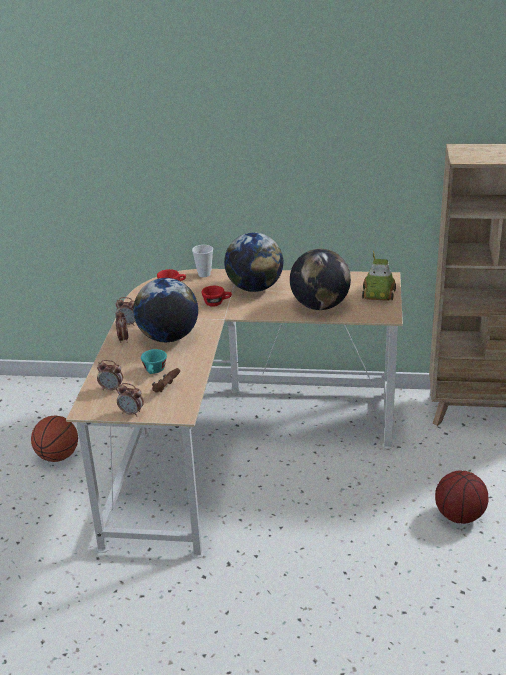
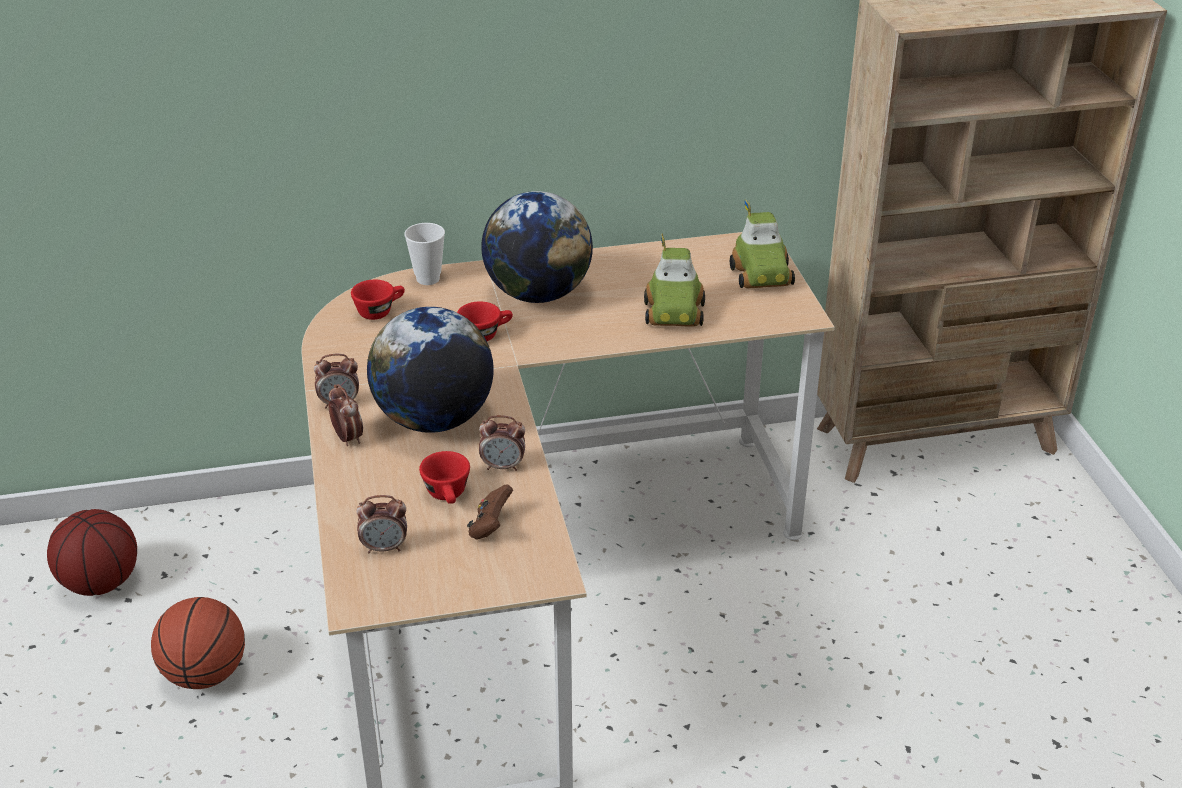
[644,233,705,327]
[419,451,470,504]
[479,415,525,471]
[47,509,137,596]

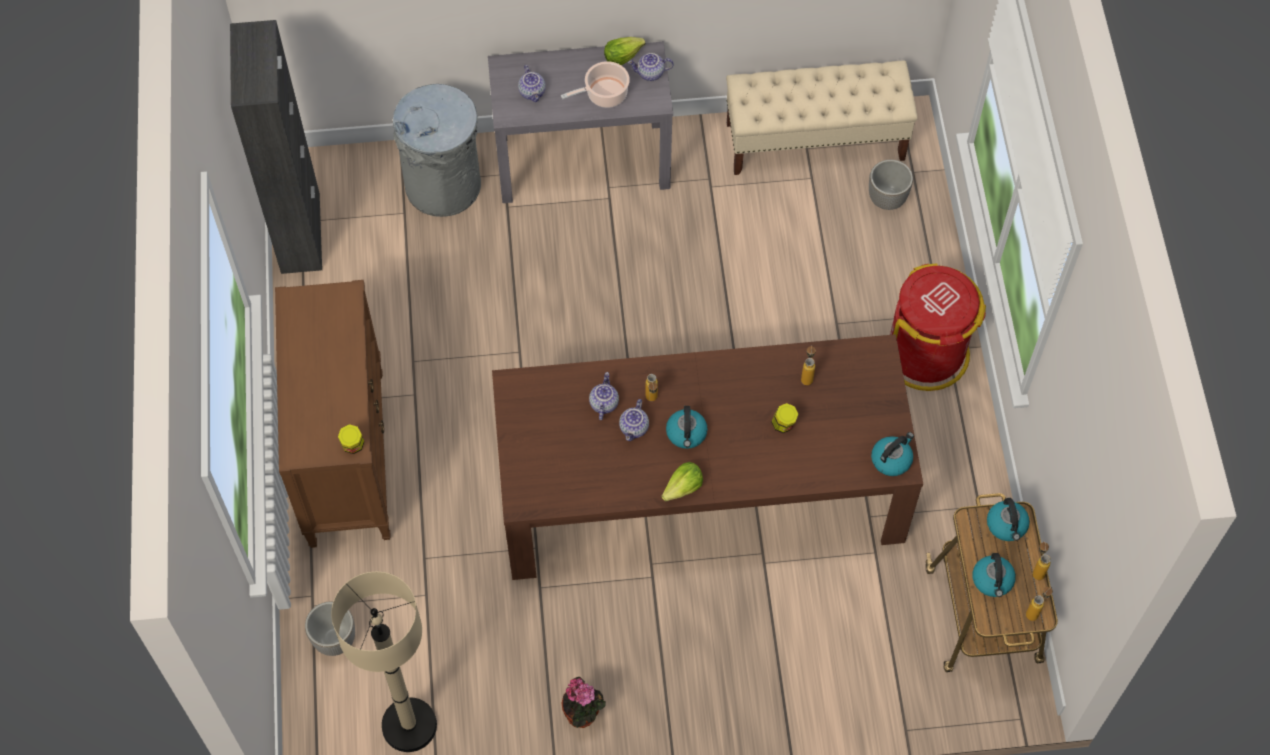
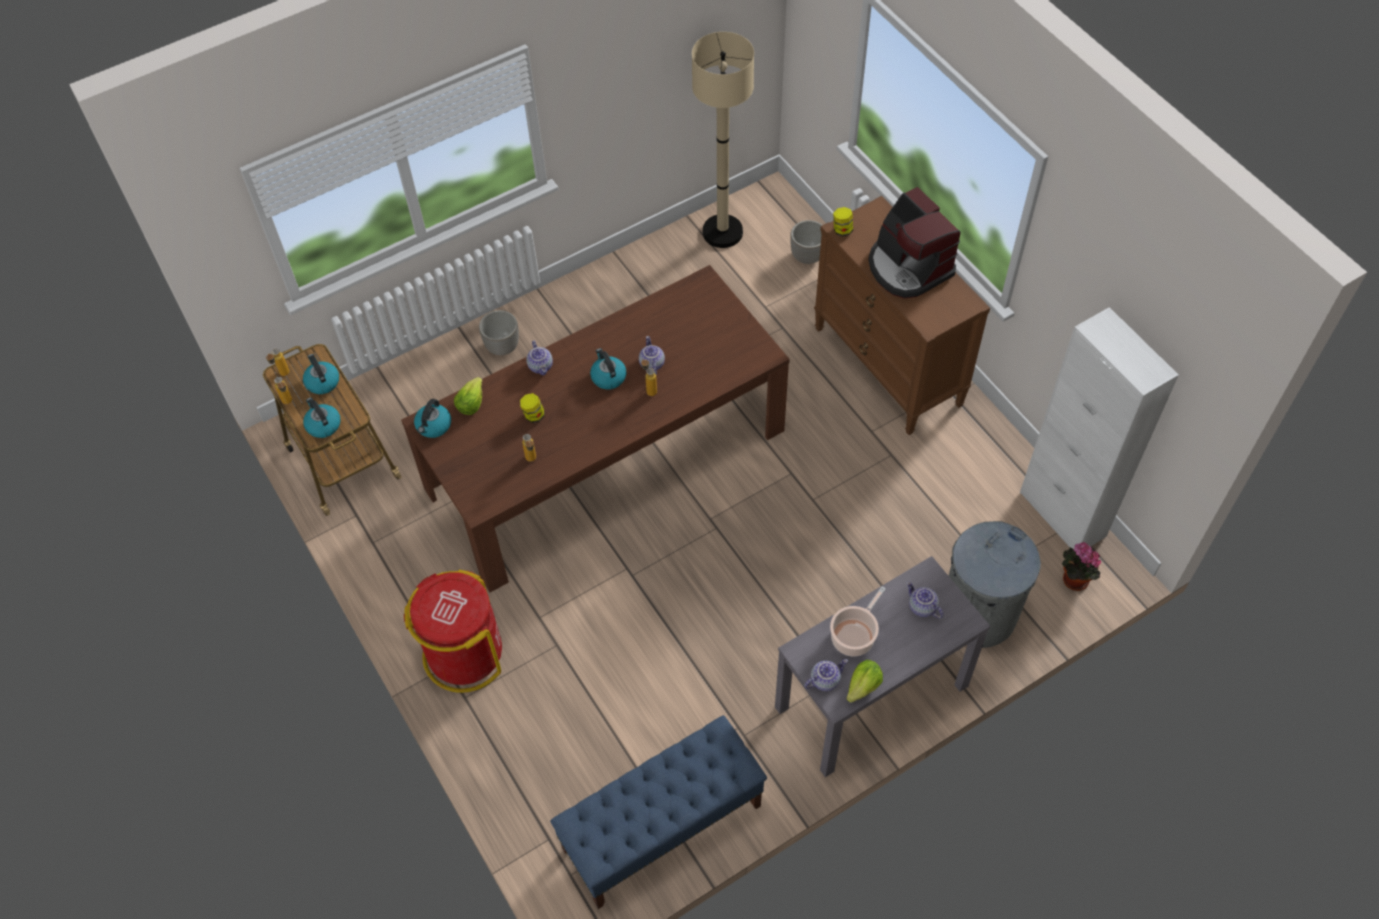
[1020,307,1179,549]
[550,715,767,909]
[479,310,519,355]
[526,341,553,375]
[454,377,482,415]
[1062,542,1101,591]
[868,187,961,298]

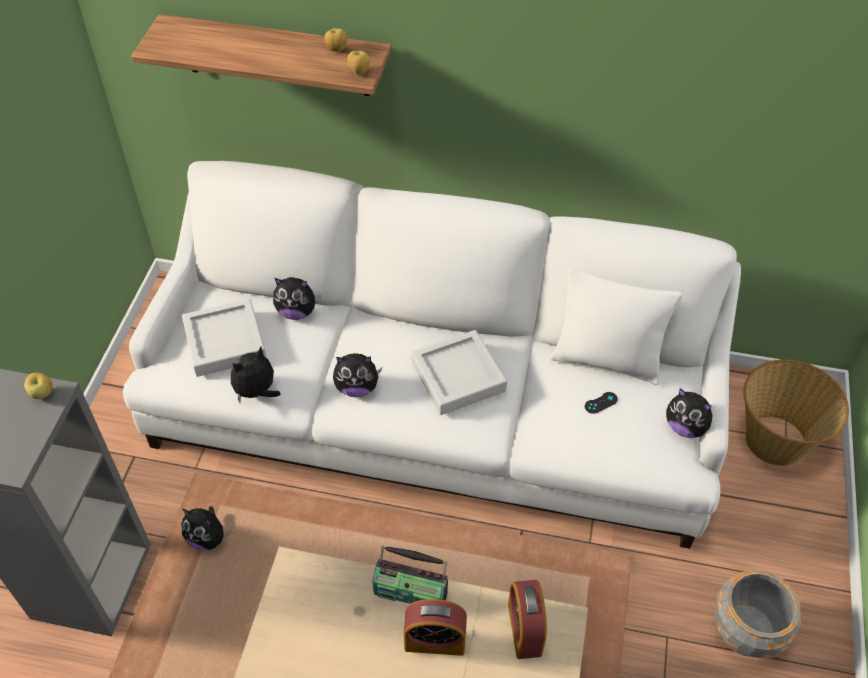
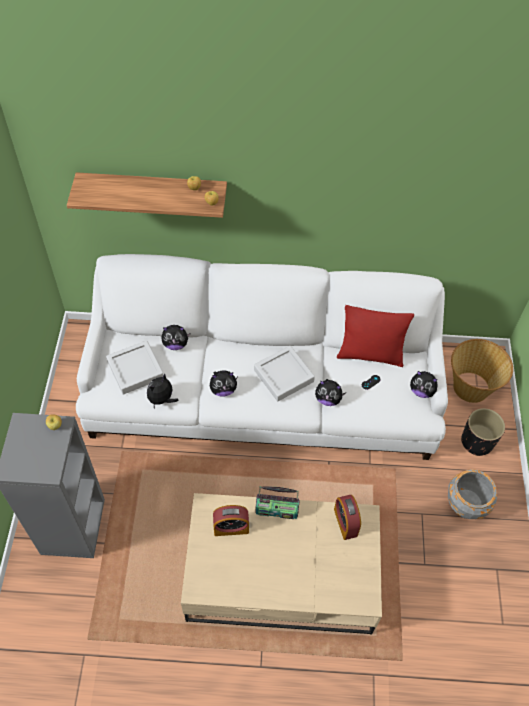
[337,305,414,367]
[315,379,346,406]
[213,505,249,536]
[461,408,505,456]

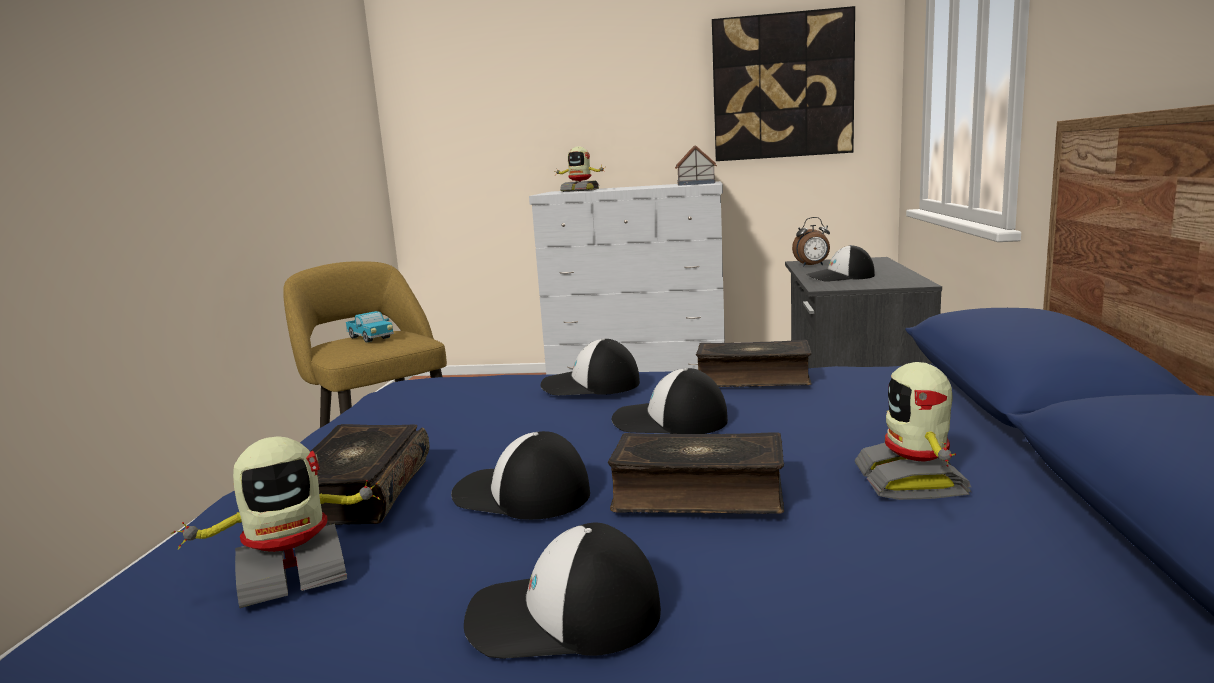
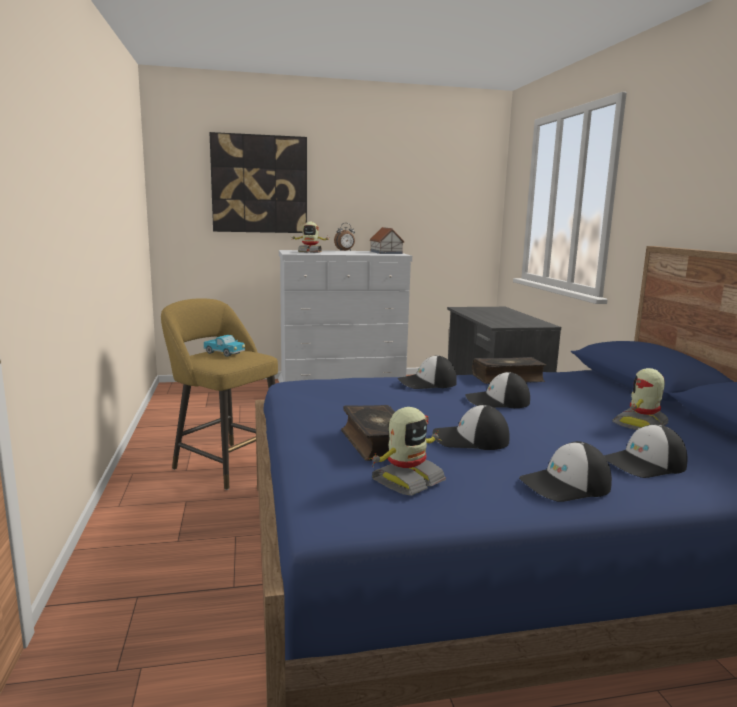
[209,132,307,233]
[334,223,355,251]
[604,424,688,478]
[612,368,668,430]
[608,432,784,514] (first image)

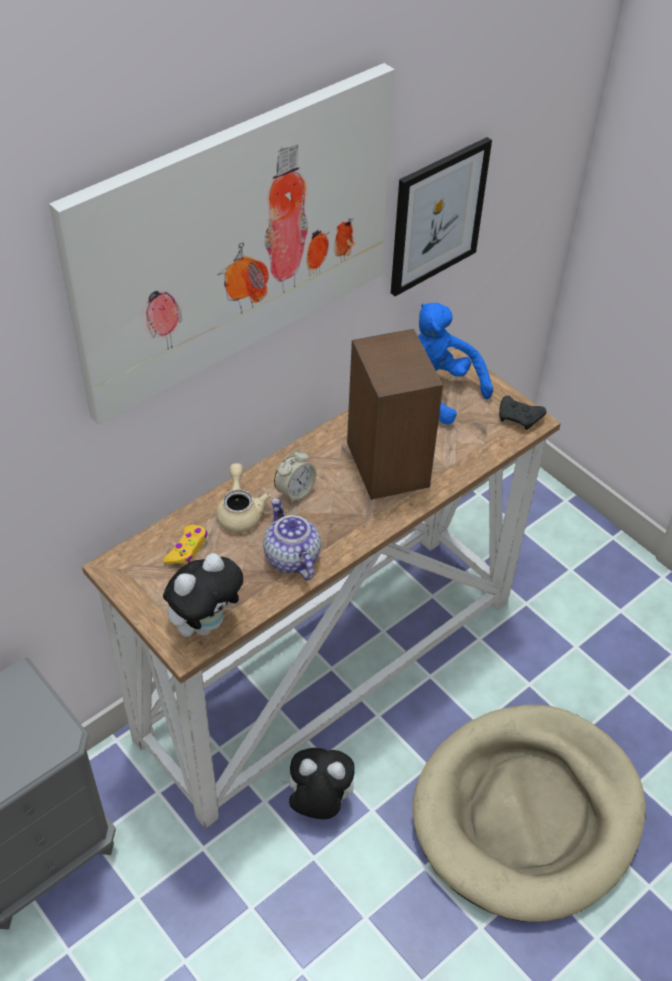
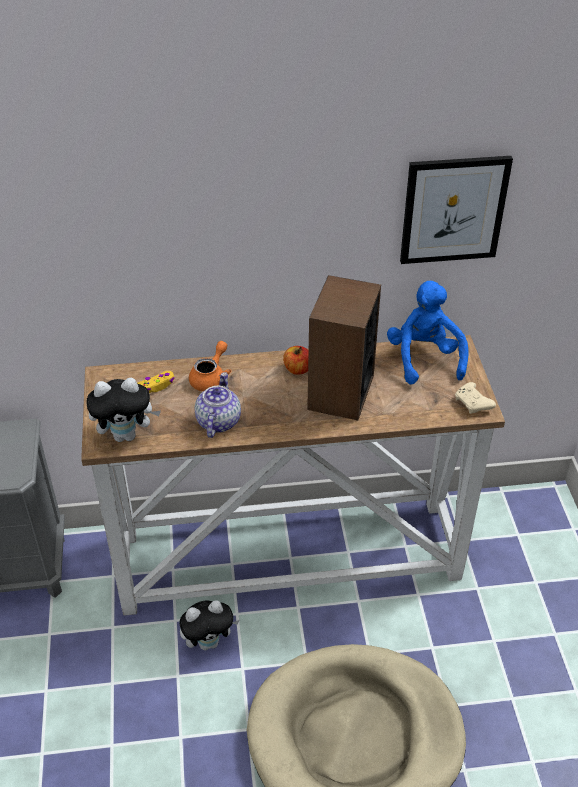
[49,63,395,425] (first image)
[455,382,496,414]
[274,449,316,503] (first image)
[189,341,231,391]
[179,600,239,650]
[283,346,309,375]

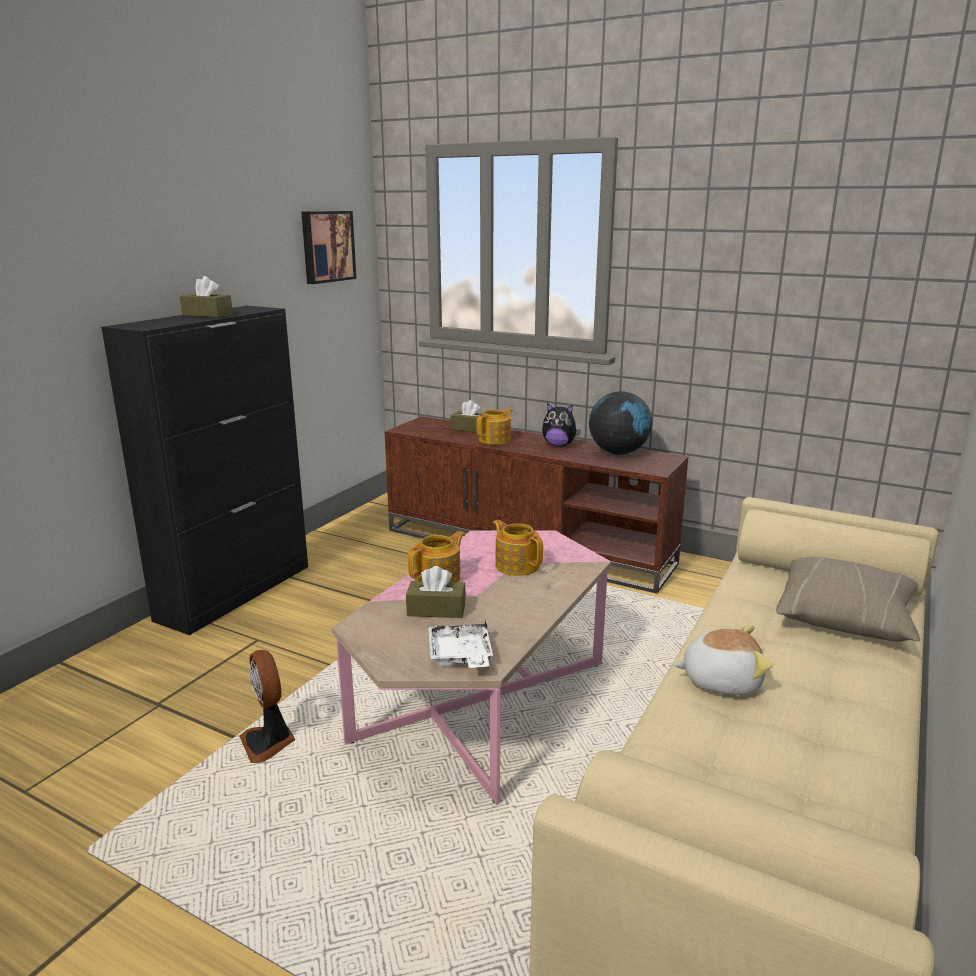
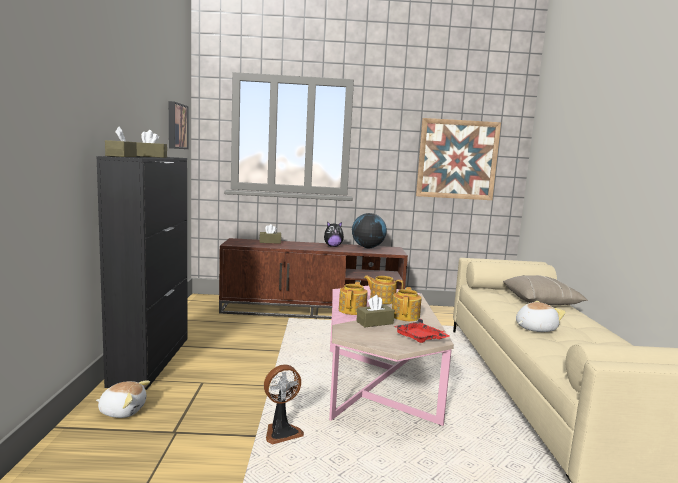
[392,287,422,321]
[394,318,449,343]
[264,364,304,444]
[416,118,501,200]
[105,126,137,157]
[96,381,150,418]

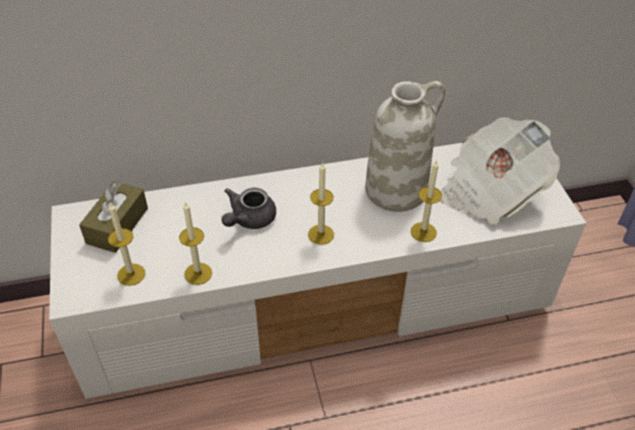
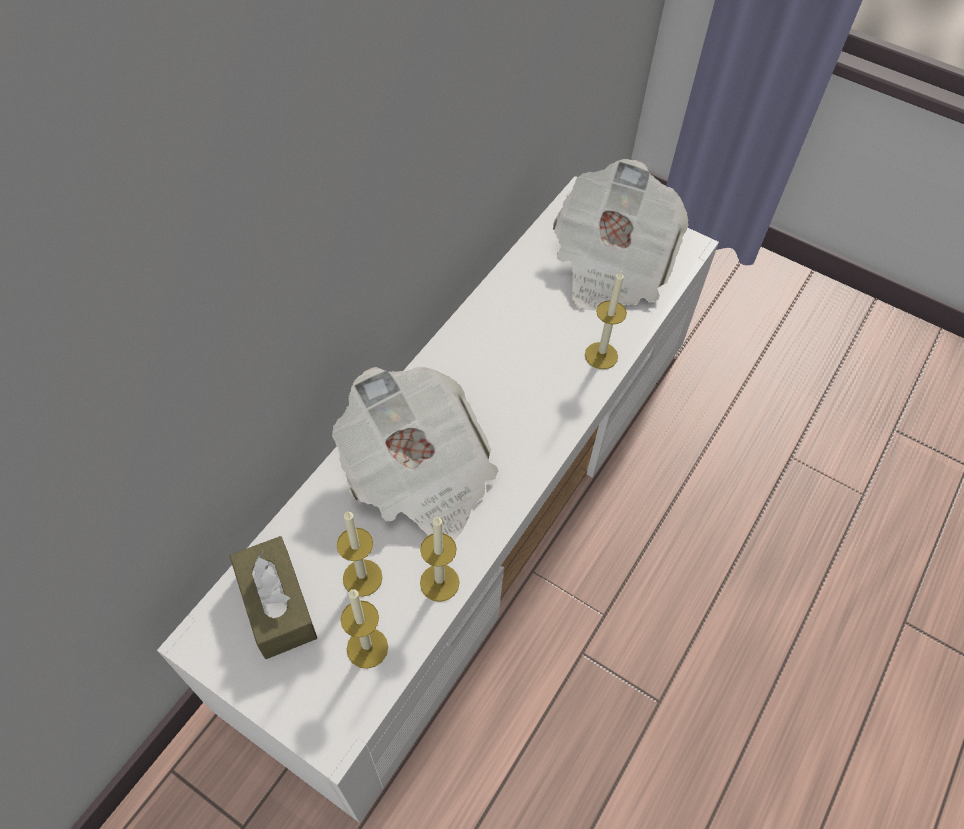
[365,81,445,212] (first image)
[337,511,383,597]
[332,366,498,541]

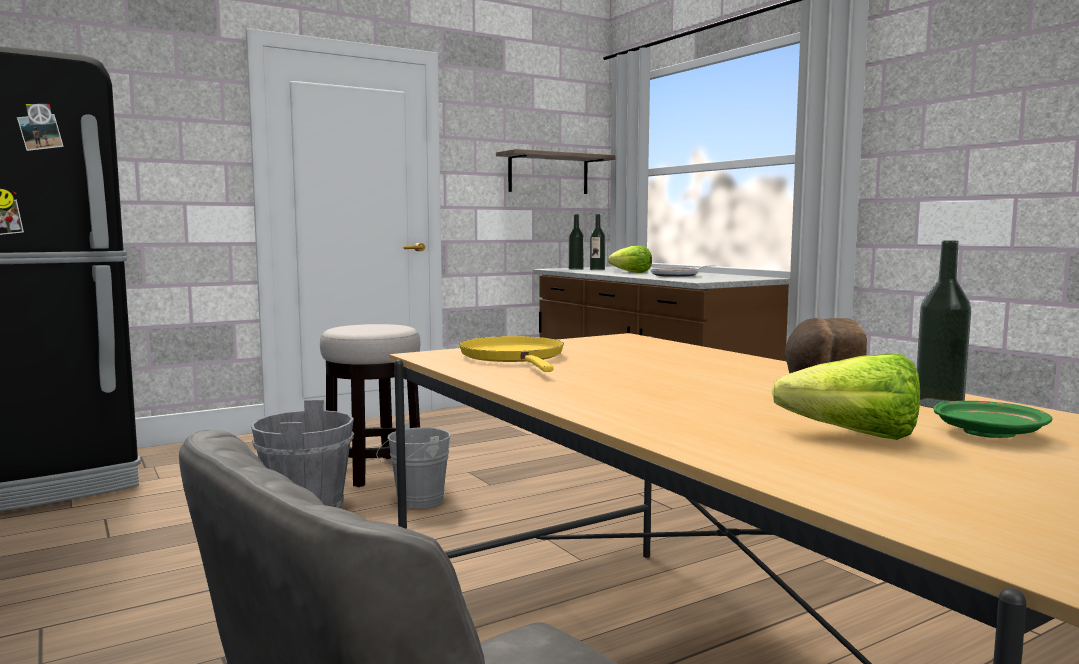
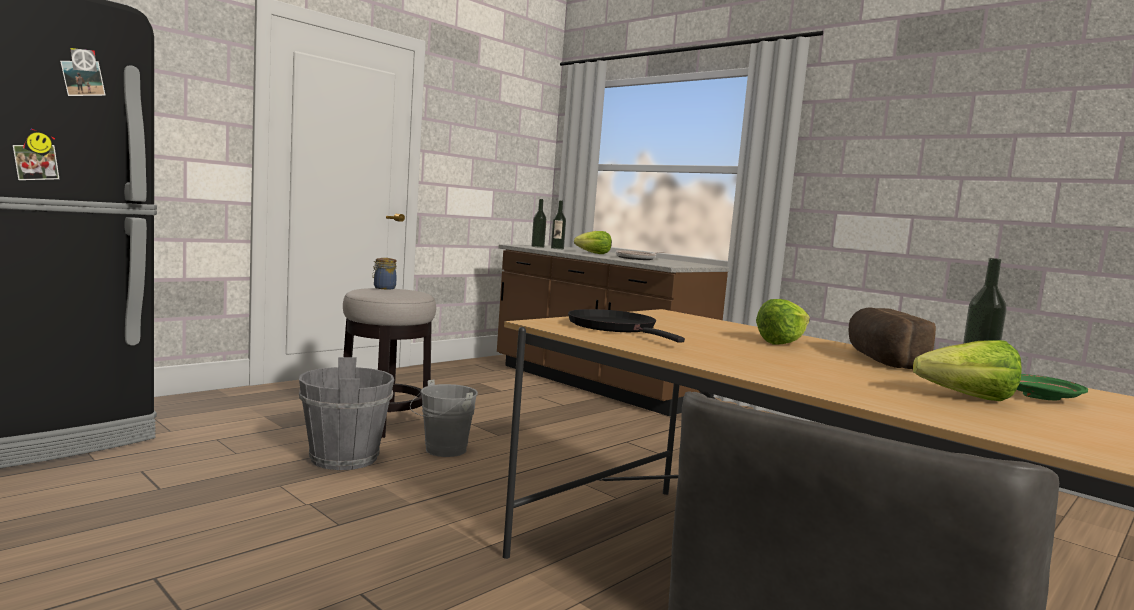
[496,149,616,194] (first image)
[568,309,685,343]
[372,258,397,289]
[756,299,810,344]

